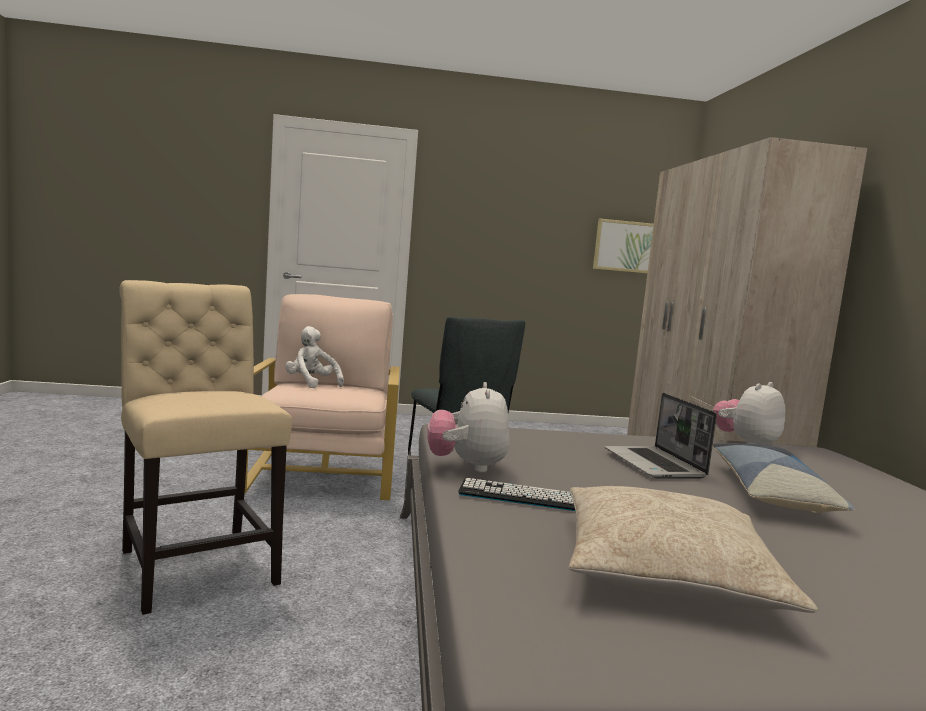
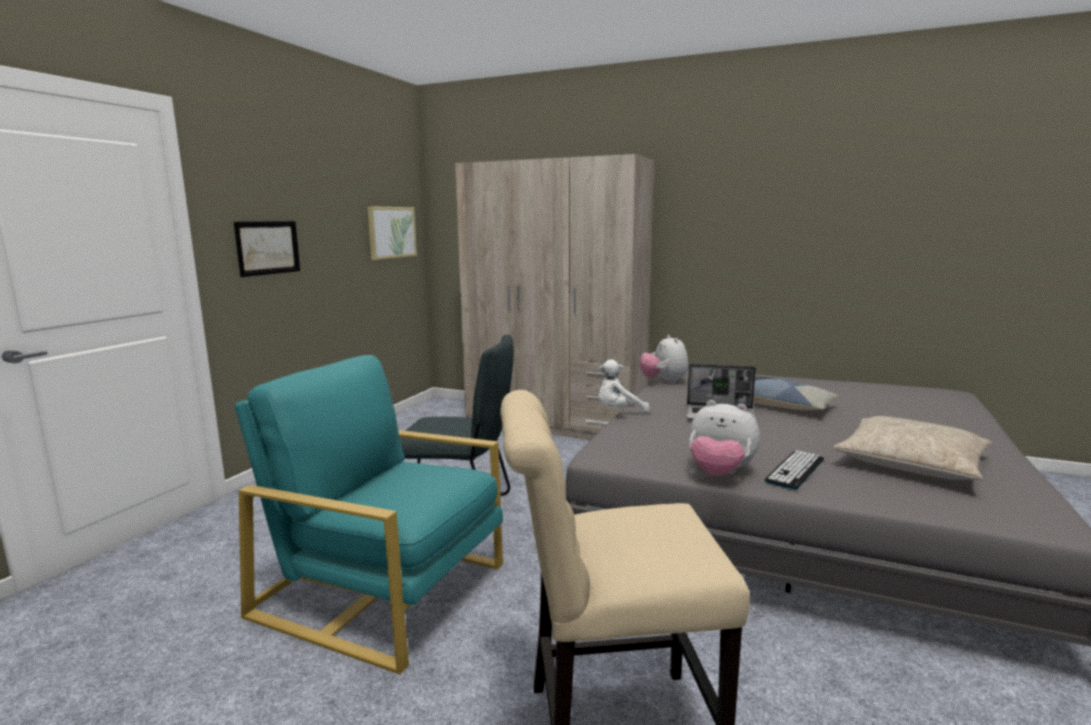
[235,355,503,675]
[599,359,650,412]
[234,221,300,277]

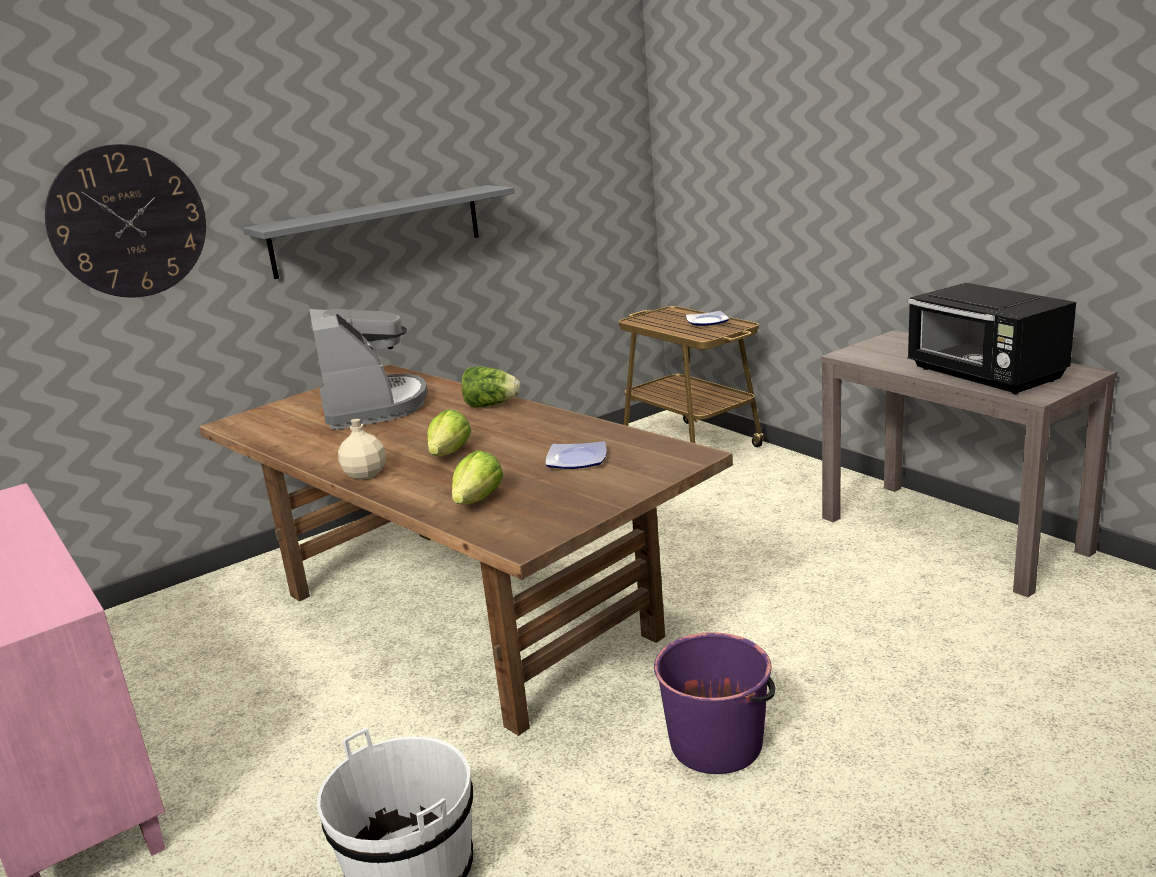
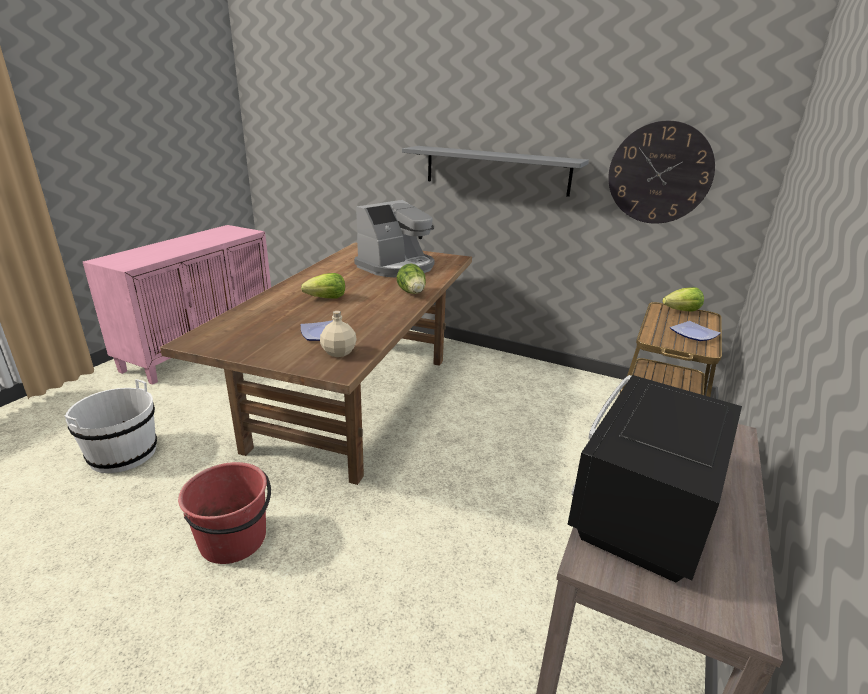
[608,121,715,224]
[320,311,357,357]
[662,287,704,311]
[178,462,271,564]

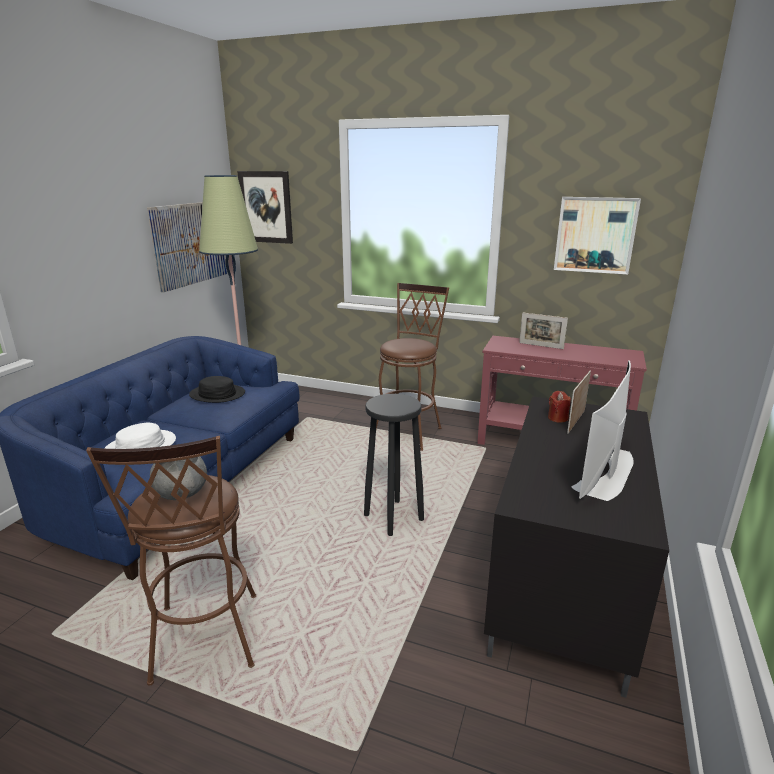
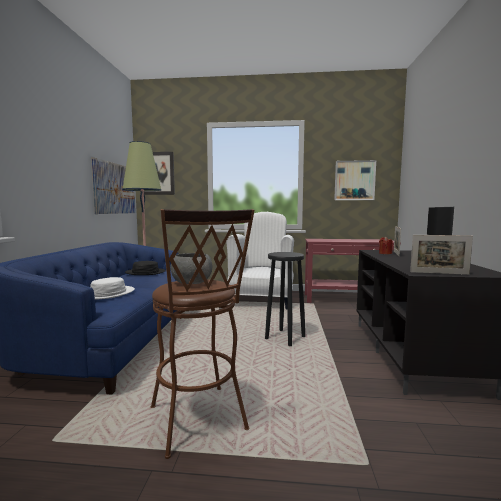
[227,212,294,309]
[410,235,473,275]

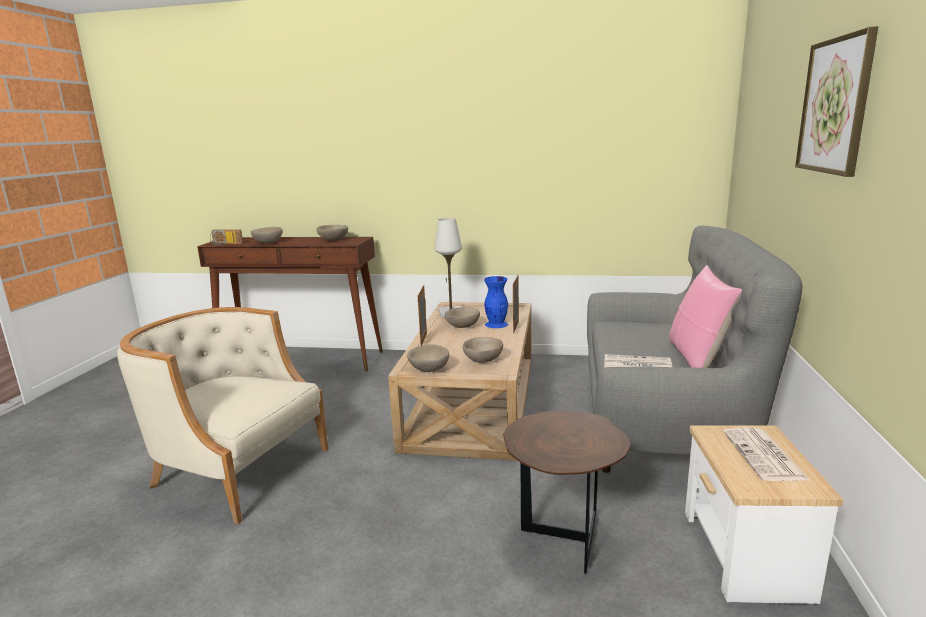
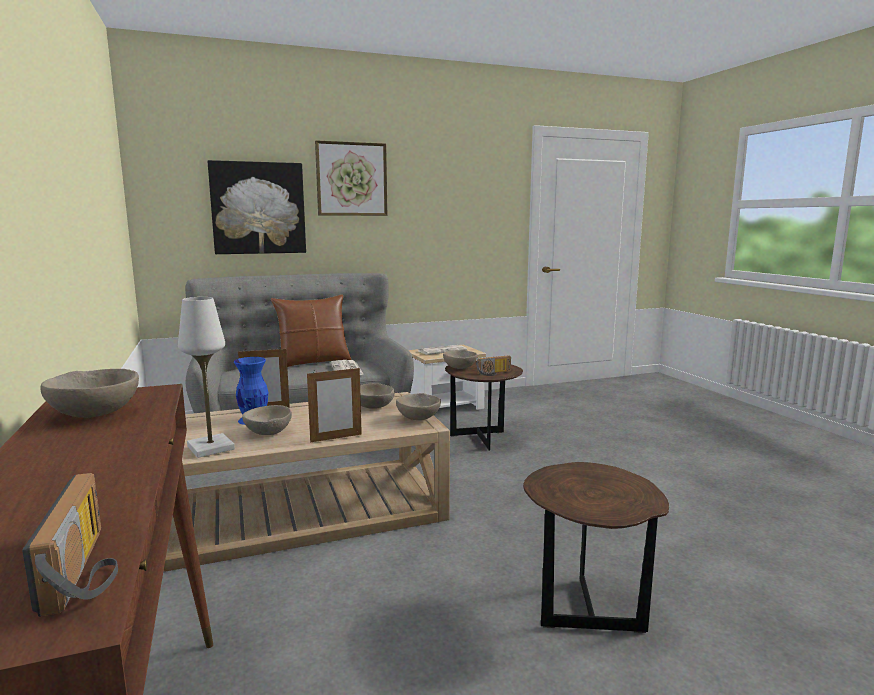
[443,350,477,369]
[271,294,351,367]
[523,462,669,633]
[208,160,306,254]
[476,355,511,376]

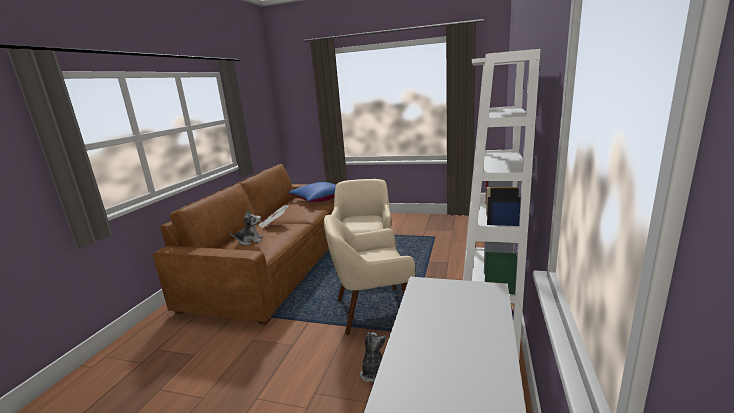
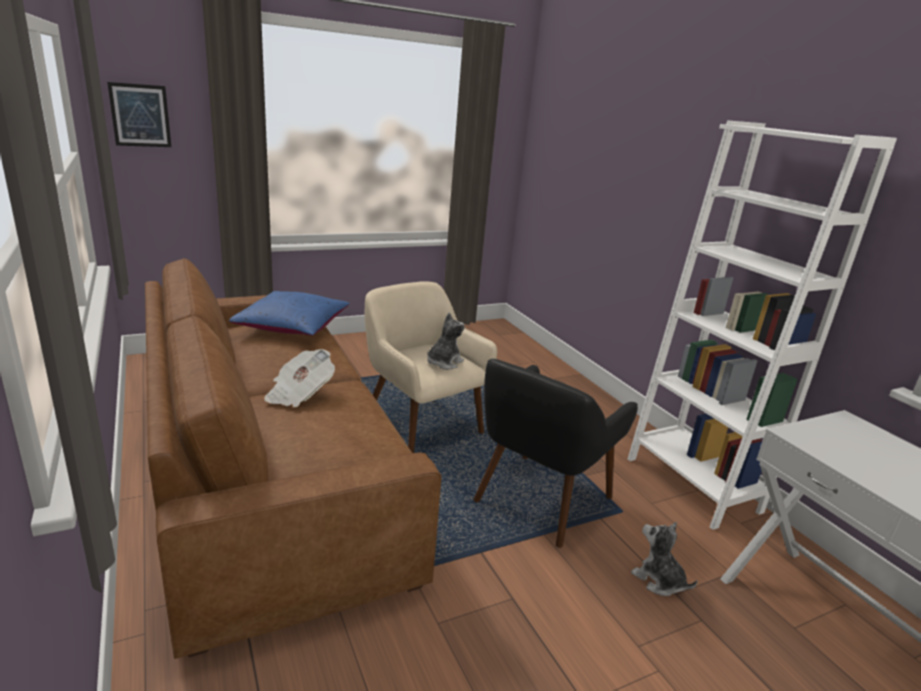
[427,313,465,370]
[473,359,638,548]
[107,82,171,147]

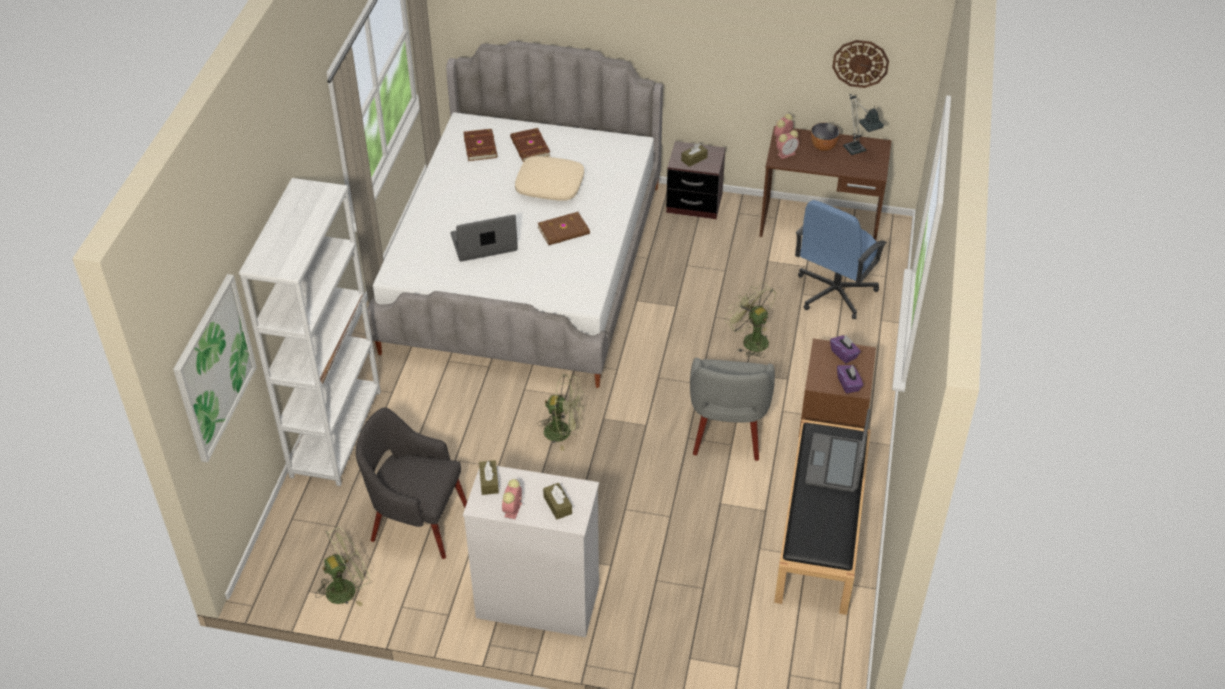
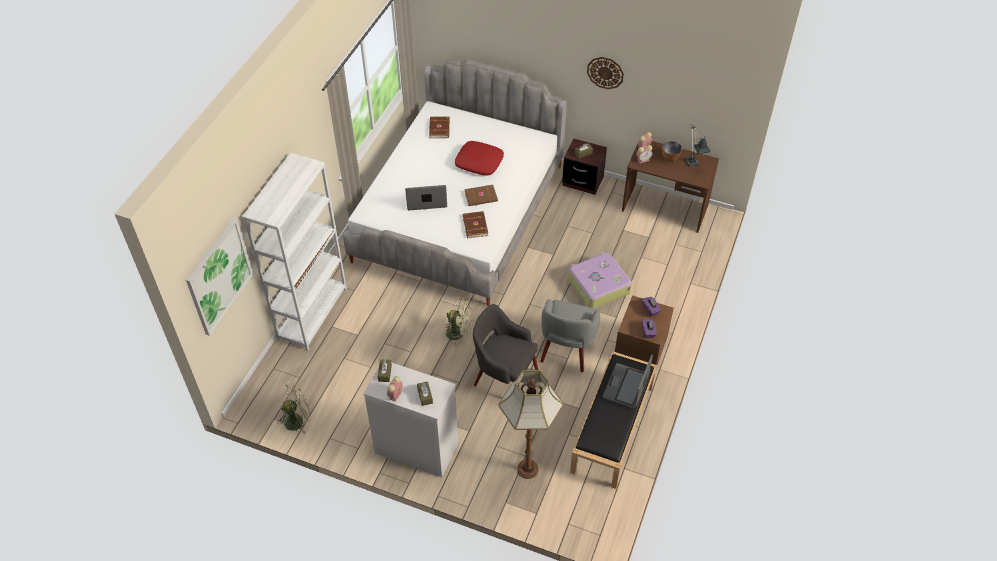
[587,57,624,89]
[463,211,488,238]
[455,141,504,176]
[795,200,887,319] (first image)
[568,252,632,309]
[473,304,538,386]
[498,370,564,479]

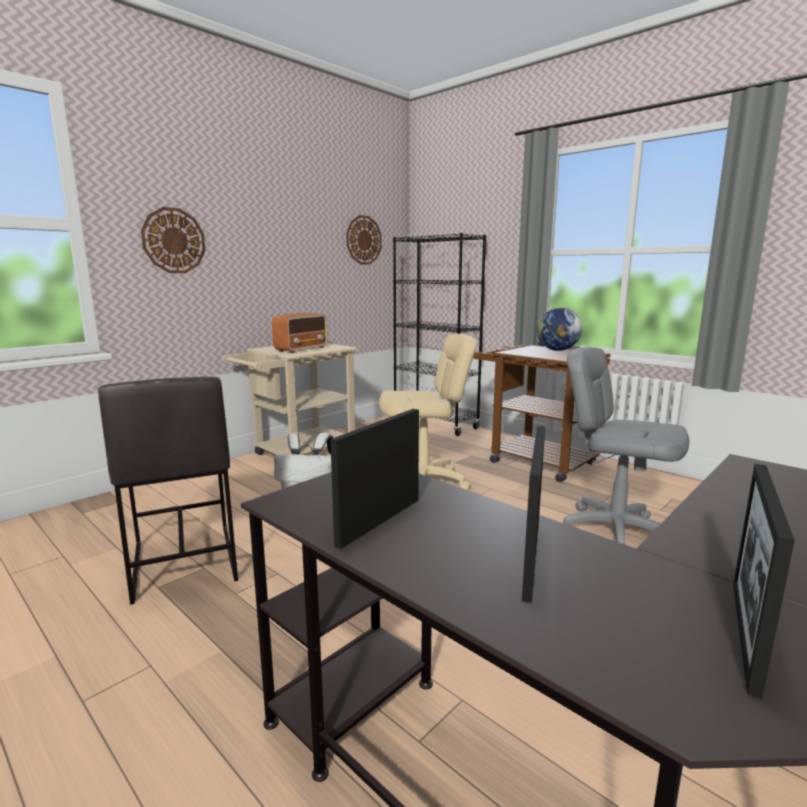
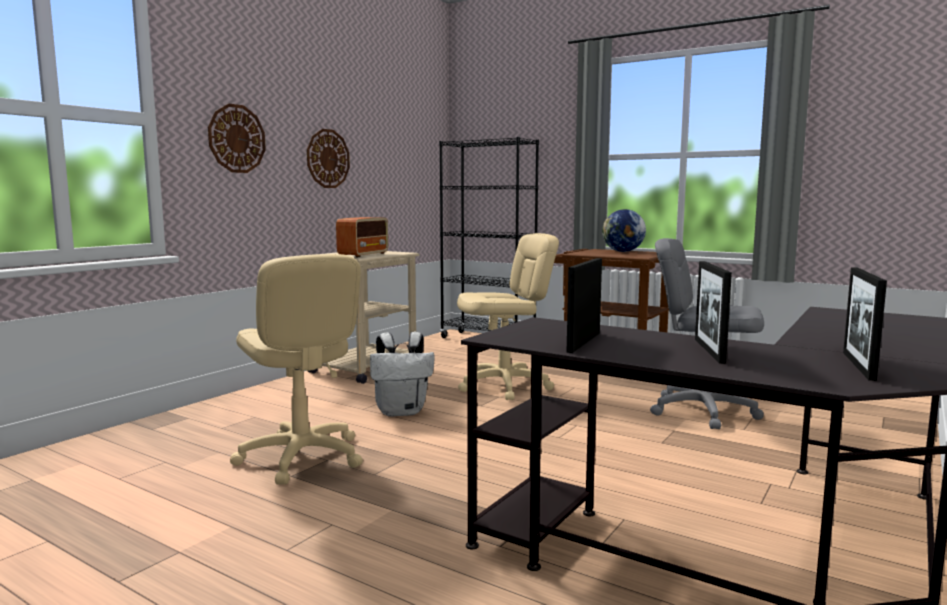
[307,129,350,188]
[230,254,363,485]

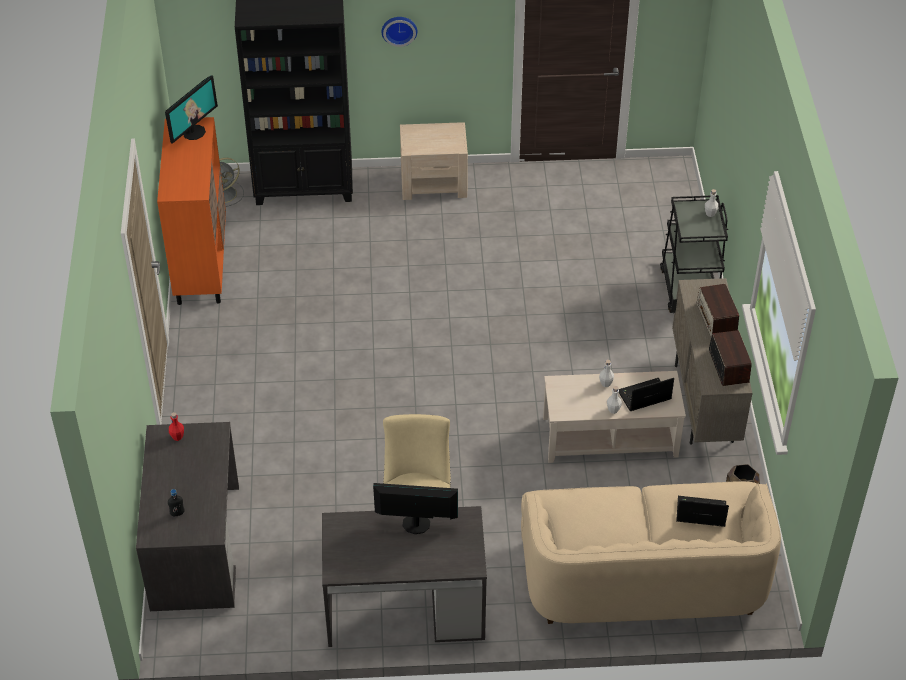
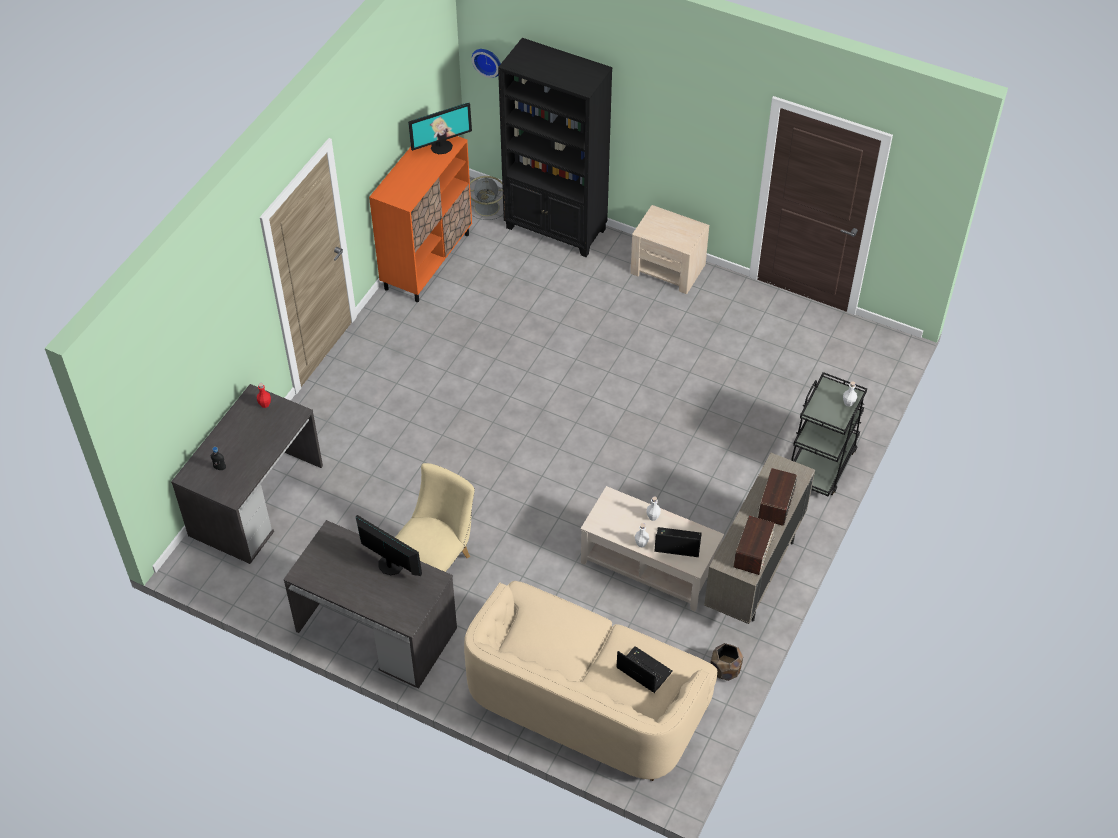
[472,49,501,78]

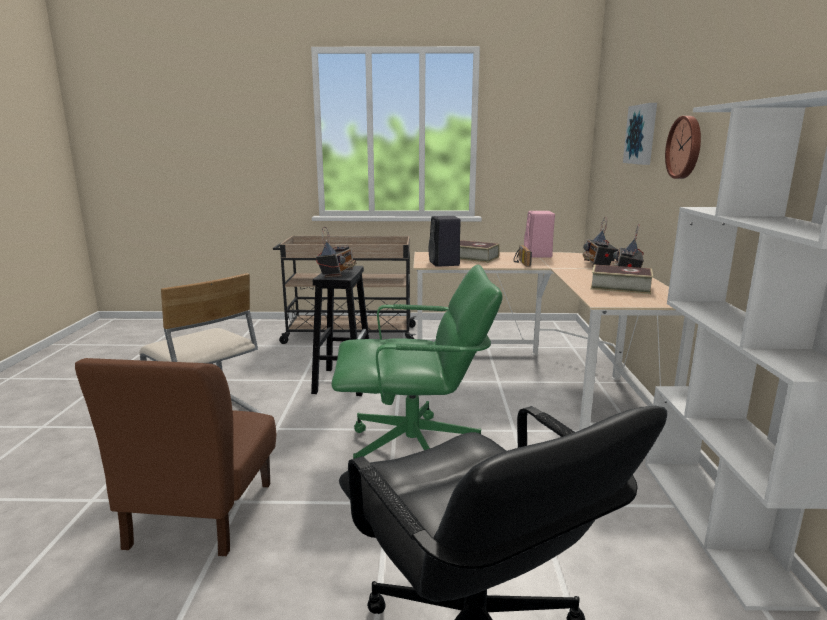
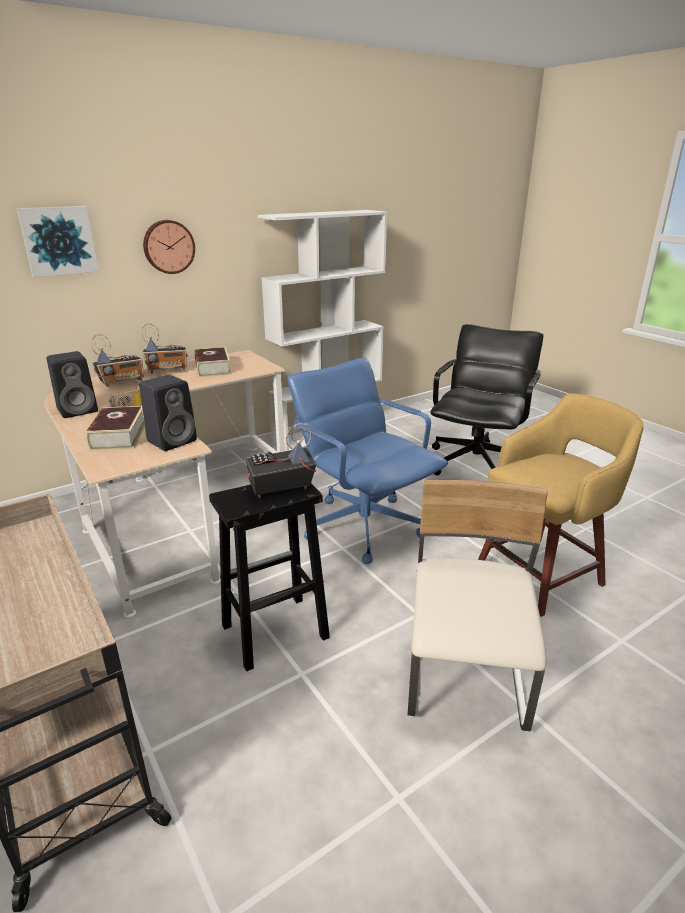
[47,351,98,418]
[287,357,448,564]
[478,394,643,617]

